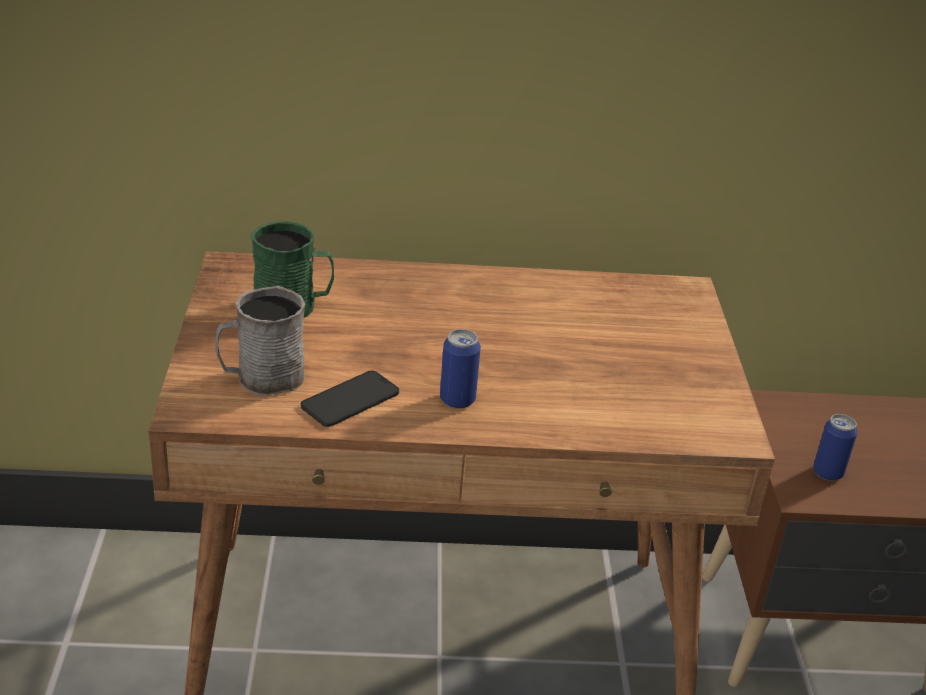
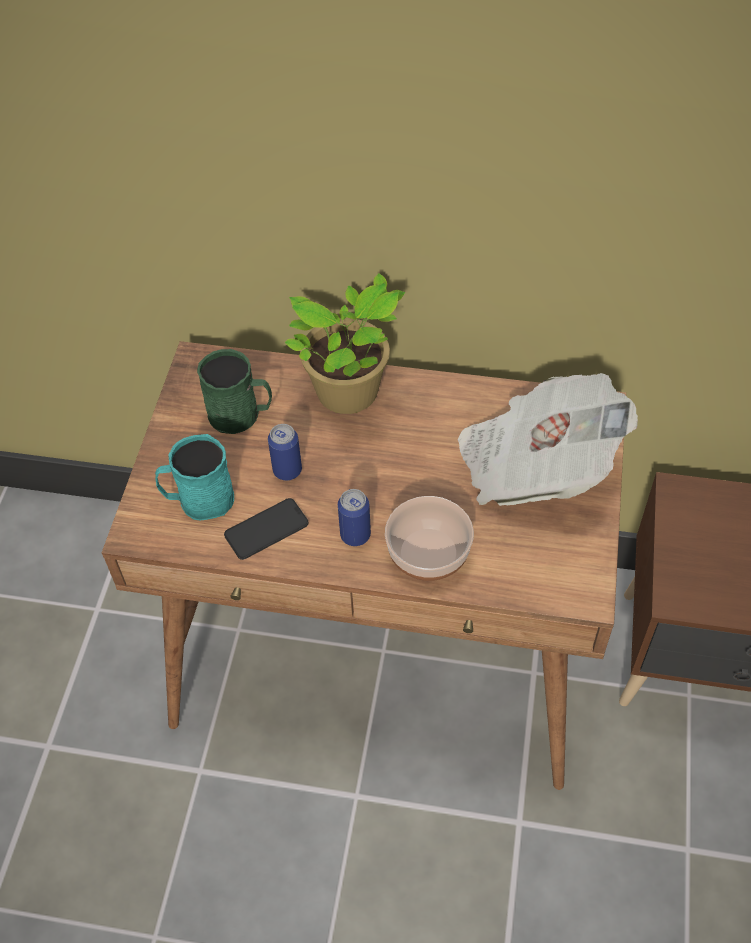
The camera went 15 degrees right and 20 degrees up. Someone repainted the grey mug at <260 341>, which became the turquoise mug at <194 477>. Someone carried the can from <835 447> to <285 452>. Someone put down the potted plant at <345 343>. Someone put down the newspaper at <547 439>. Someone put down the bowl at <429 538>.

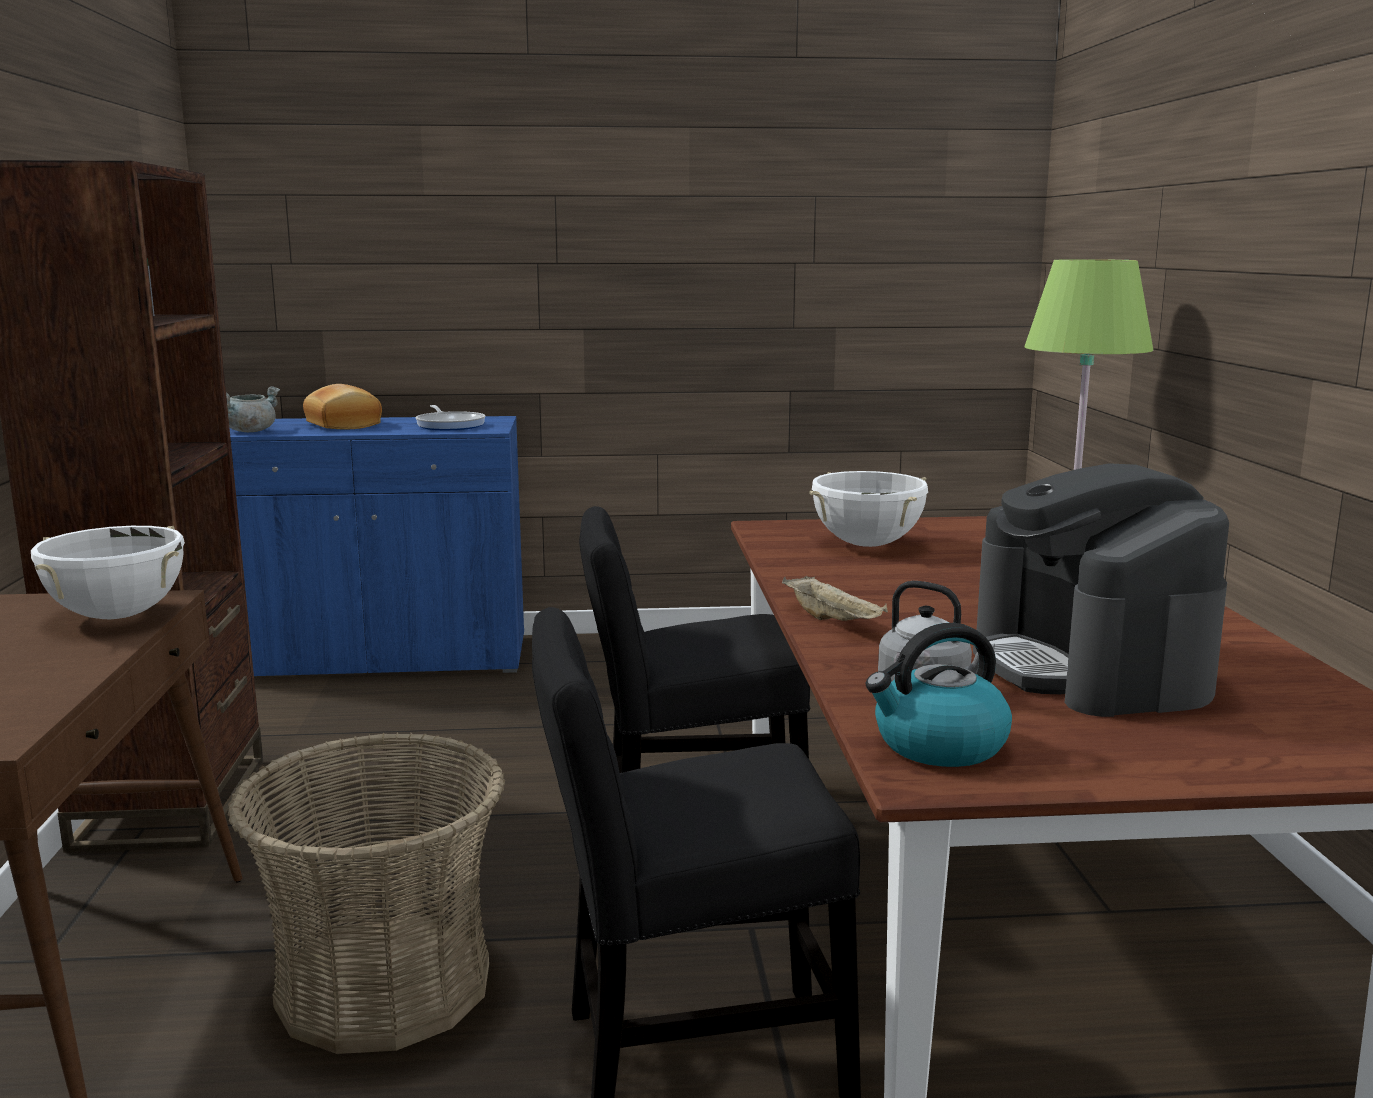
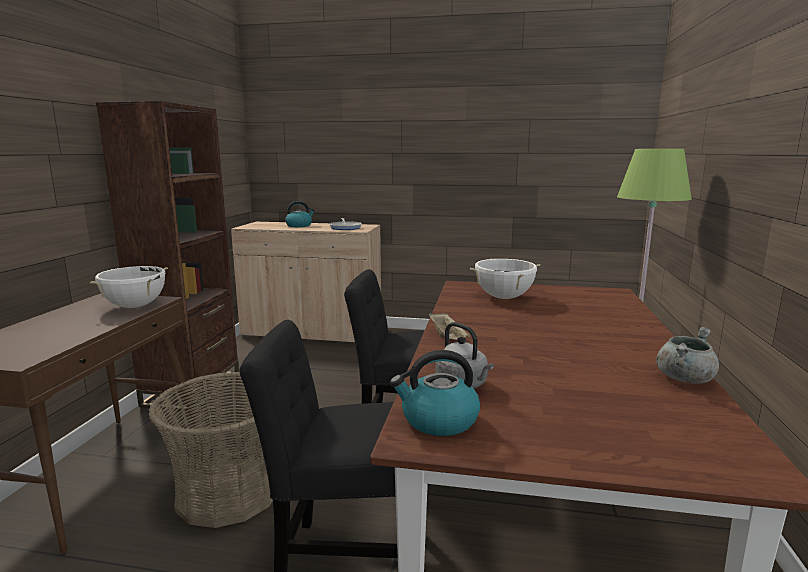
The camera went 15 degrees right and 0 degrees up. Someone swapped the bread at <342 406> for the kettle at <300 214>. Someone carried the grey cooking pot from <253 409> to <687 355>. Someone repainted the blue cabinet at <377 546>, which became the beige cabinet at <306 282>. Someone took away the coffee machine at <1101 590>.

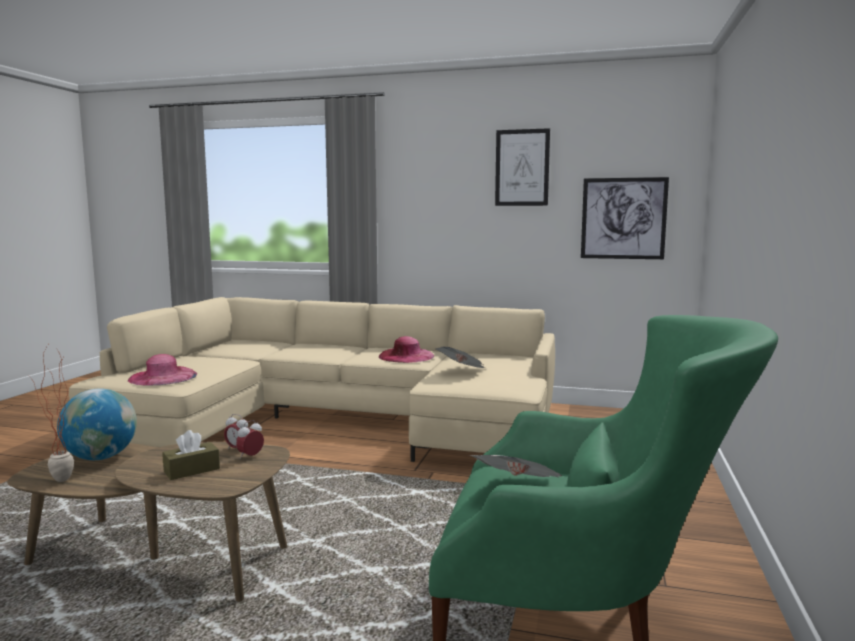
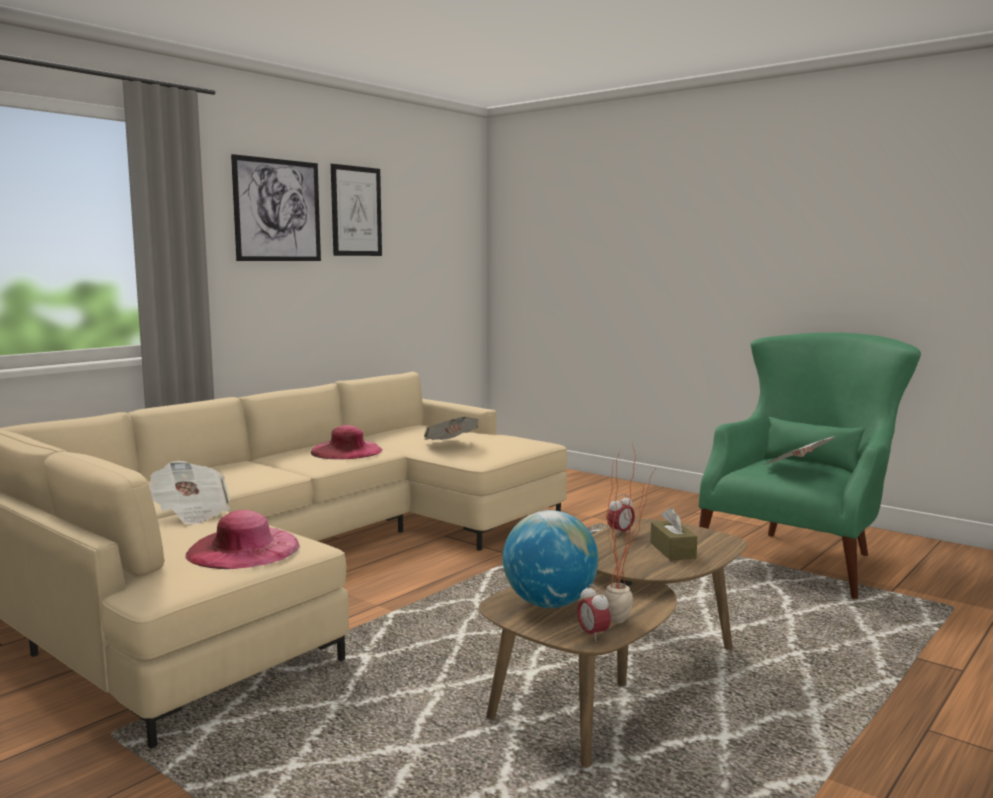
The camera went 65 degrees left and 0 degrees up. Someone carried the picture from <625 218> to <276 207>. Someone carried the alarm clock from <250 439> to <594 613>. Someone put down the newspaper at <190 493>.

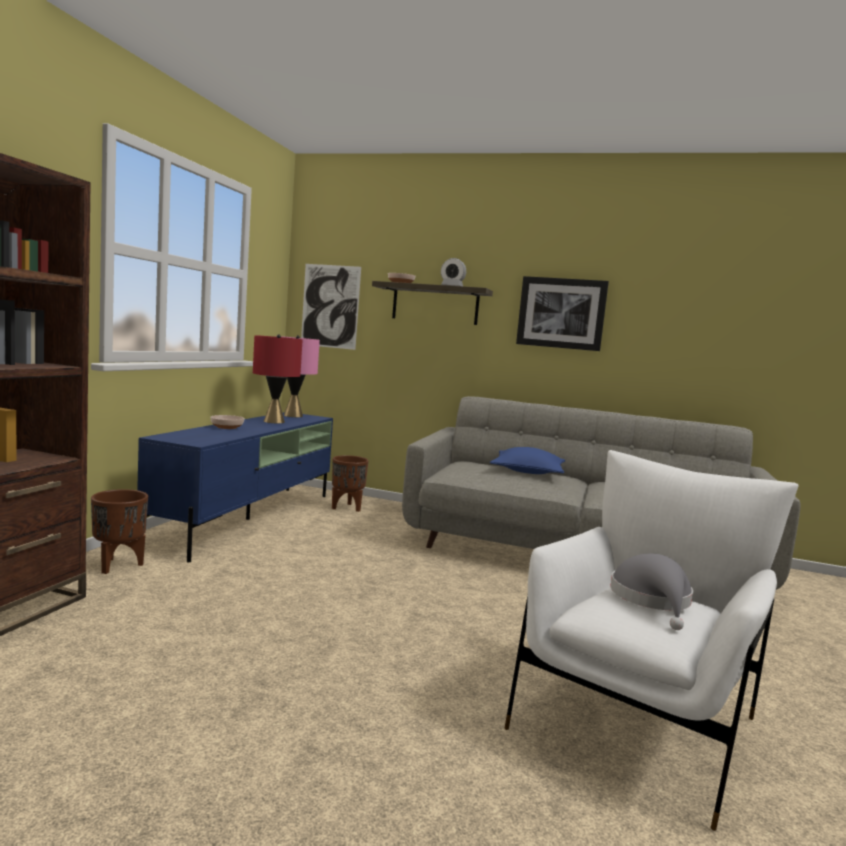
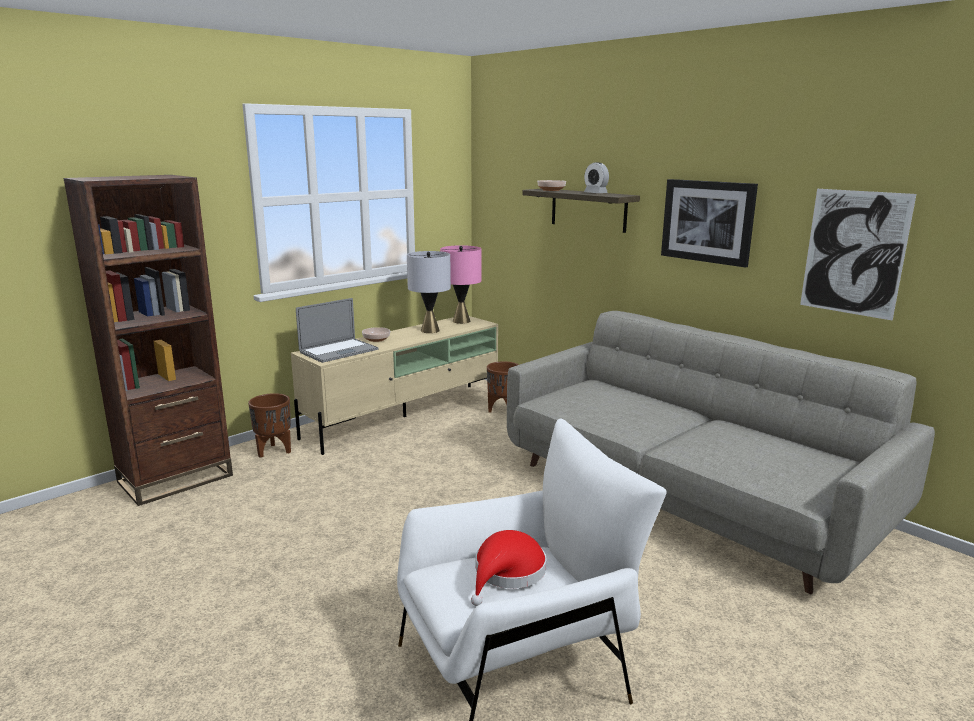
The camera went 30 degrees right and 10 degrees up. Someone carried the picture from <331 307> to <858 255>. Someone repainted the red table lamp at <278 378>, which became the grey table lamp at <429 292>. Someone repainted the blue tv stand at <235 487>, which became the beige tv stand at <394 385>. Someone took away the blue pillow at <527 460>. Someone repainted the grey hat at <651 591>, which became the red hat at <508 568>. Someone put down the laptop at <337 330>.

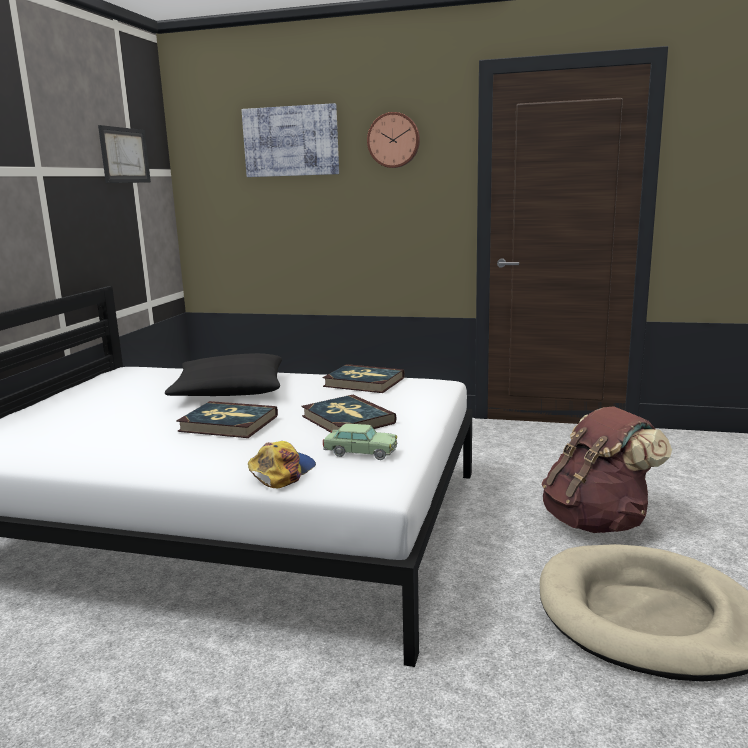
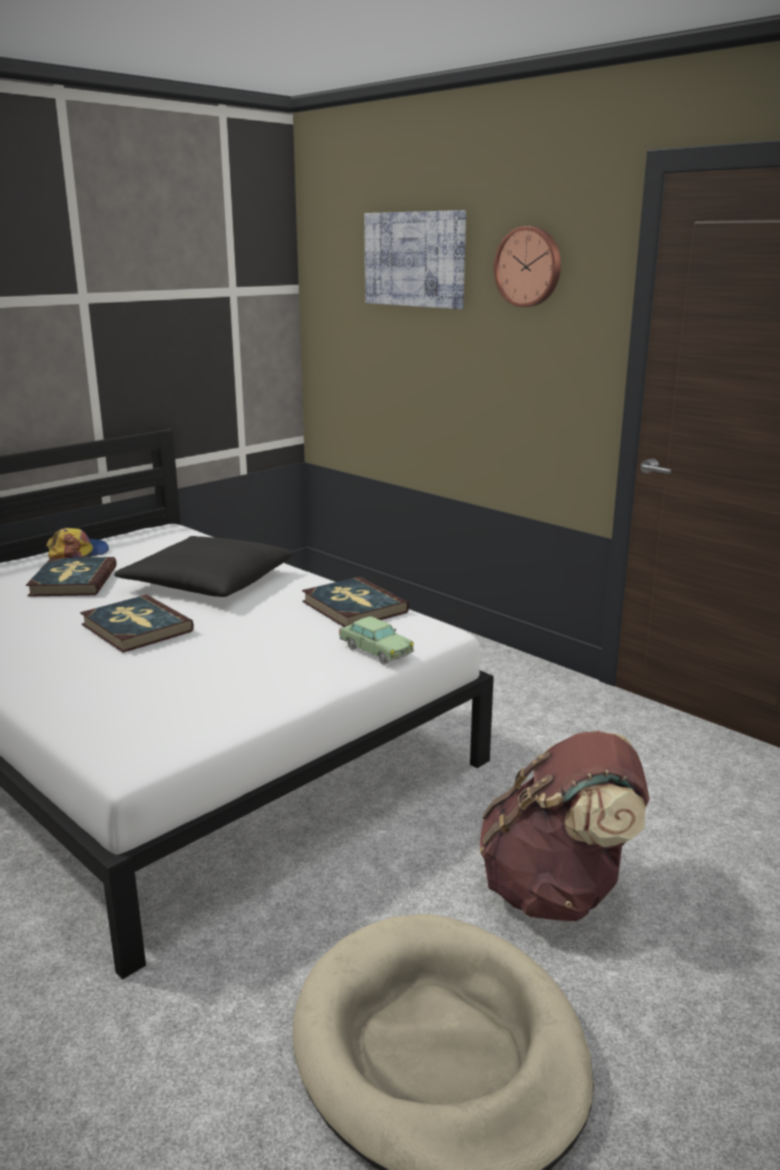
The camera went 30 degrees right and 5 degrees up. Someone took away the picture at <124 154>. Someone carried the book from <349 414> to <71 577>. Someone carried the toy car from <360 441> to <376 640>. Someone carried the cap from <282 464> to <77 543>.

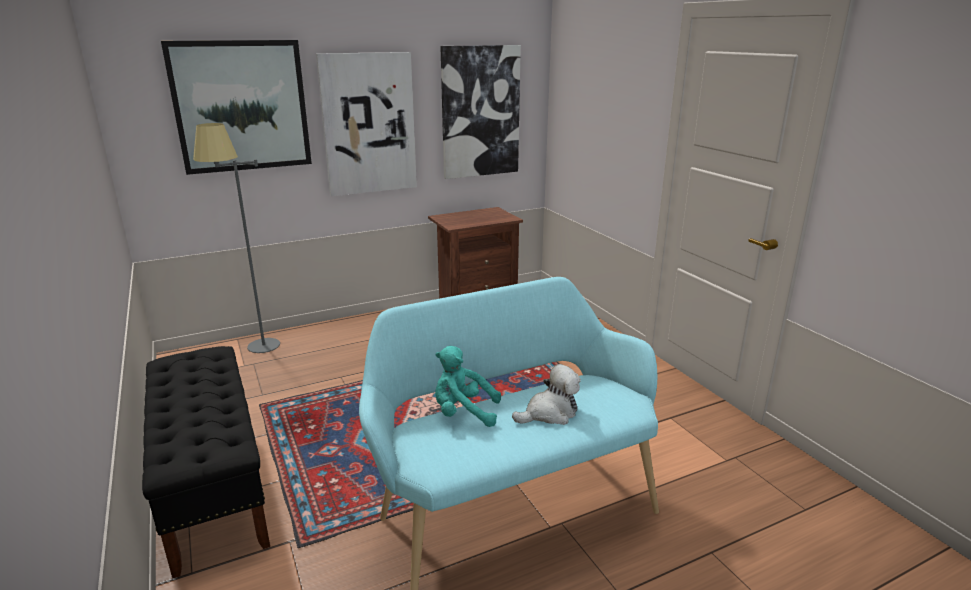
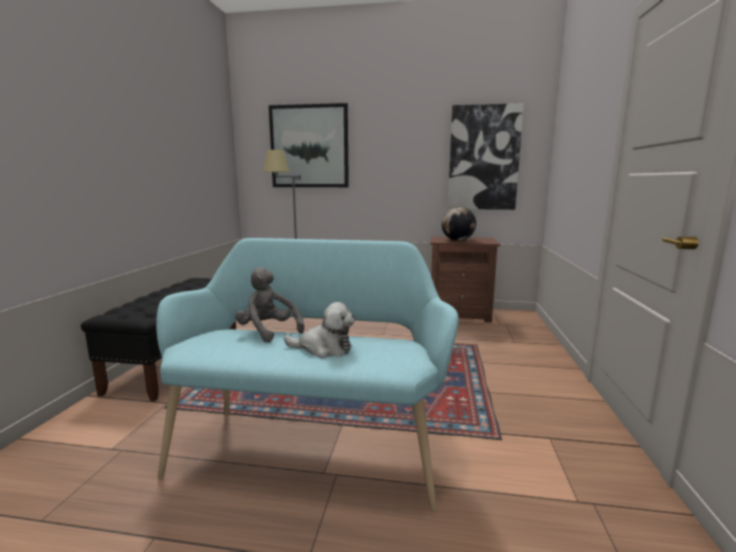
The camera went 35 degrees right and 10 degrees down. Someone took away the picture at <366 124>. Someone repainted the turquoise plush toy at <468 386>, which became the grey plush toy at <269 305>. Someone put down the globe at <458 224>.

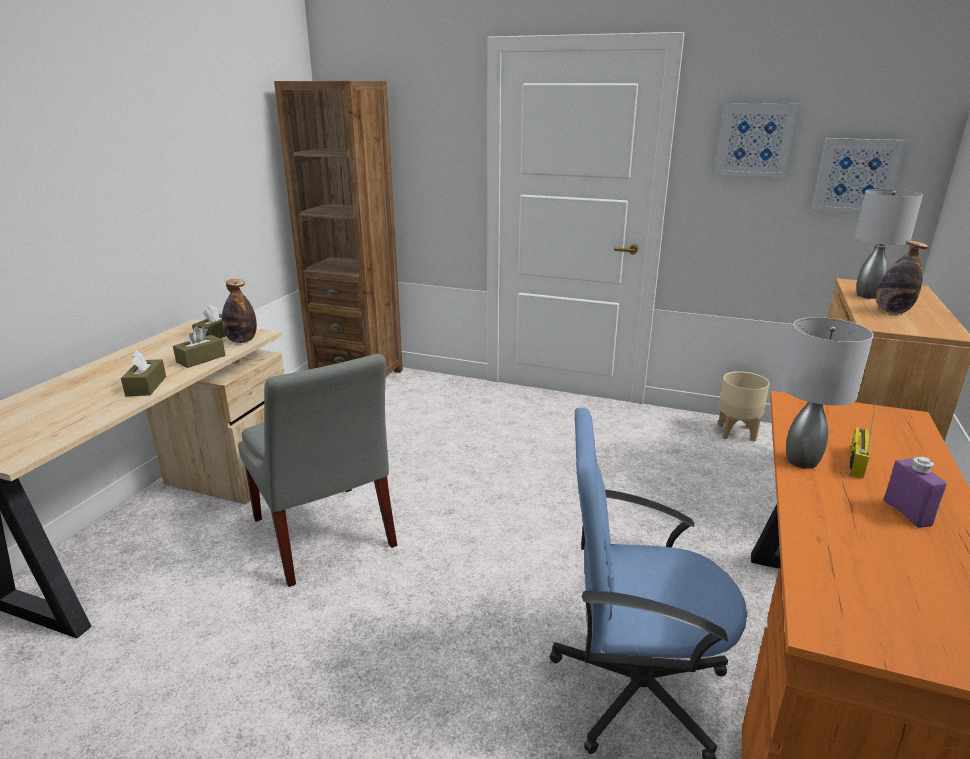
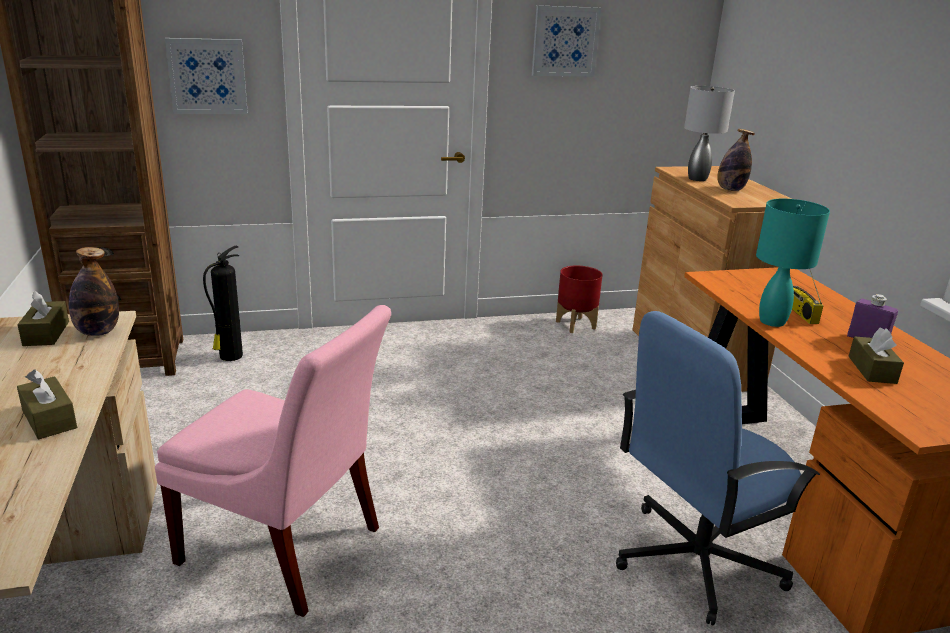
The camera went 35 degrees left and 0 degrees up. Someone carried the picture from <859 175> to <206 76>. Someone repainted the grey table lamp at <827 393>, which became the turquoise table lamp at <793 263>. Someone carried the brown tissue box from <199 347> to <876 356>. Someone repainted the grey chair at <317 470>, which became the pink chair at <273 461>. Someone repainted the beige planter at <744 406>, which became the red planter at <579 299>. Someone put down the fire extinguisher at <223 303>.

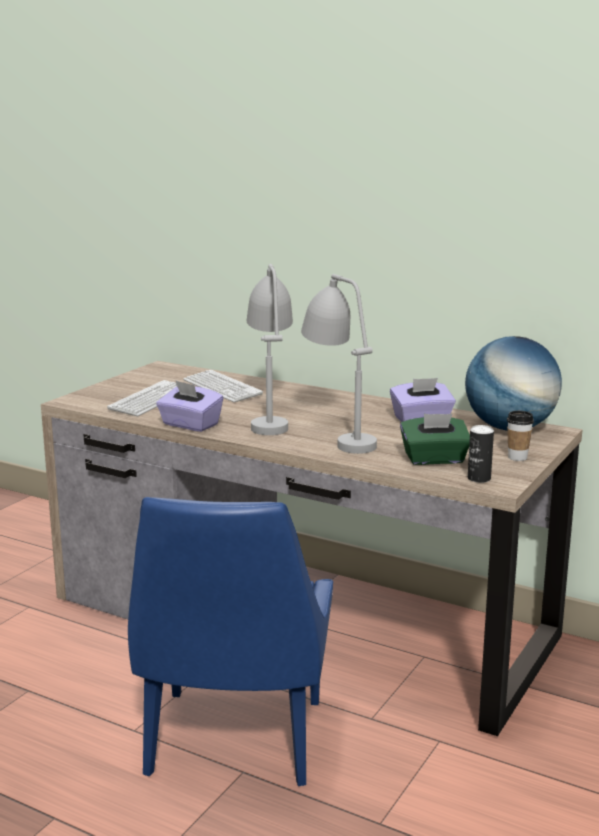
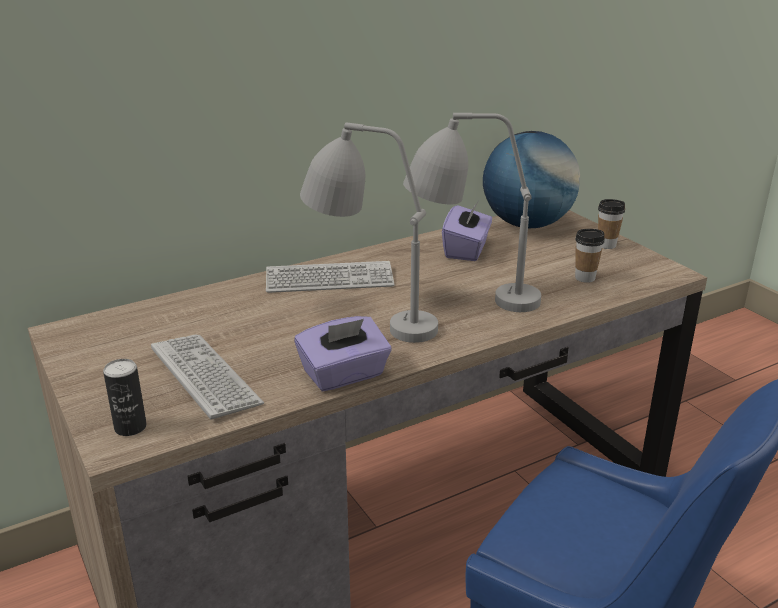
The camera went 60 degrees left and 10 degrees up. Someone carried the keyboard from <223 386> to <330 277>. Someone swapped the green tissue box at <435 439> for the cup at <590 256>. Someone carried the can from <481 454> to <125 397>.

